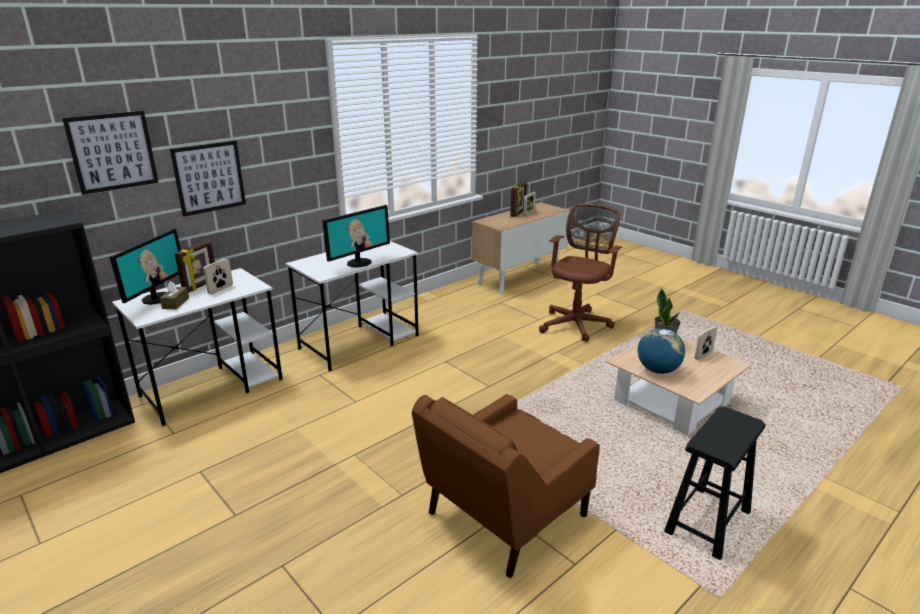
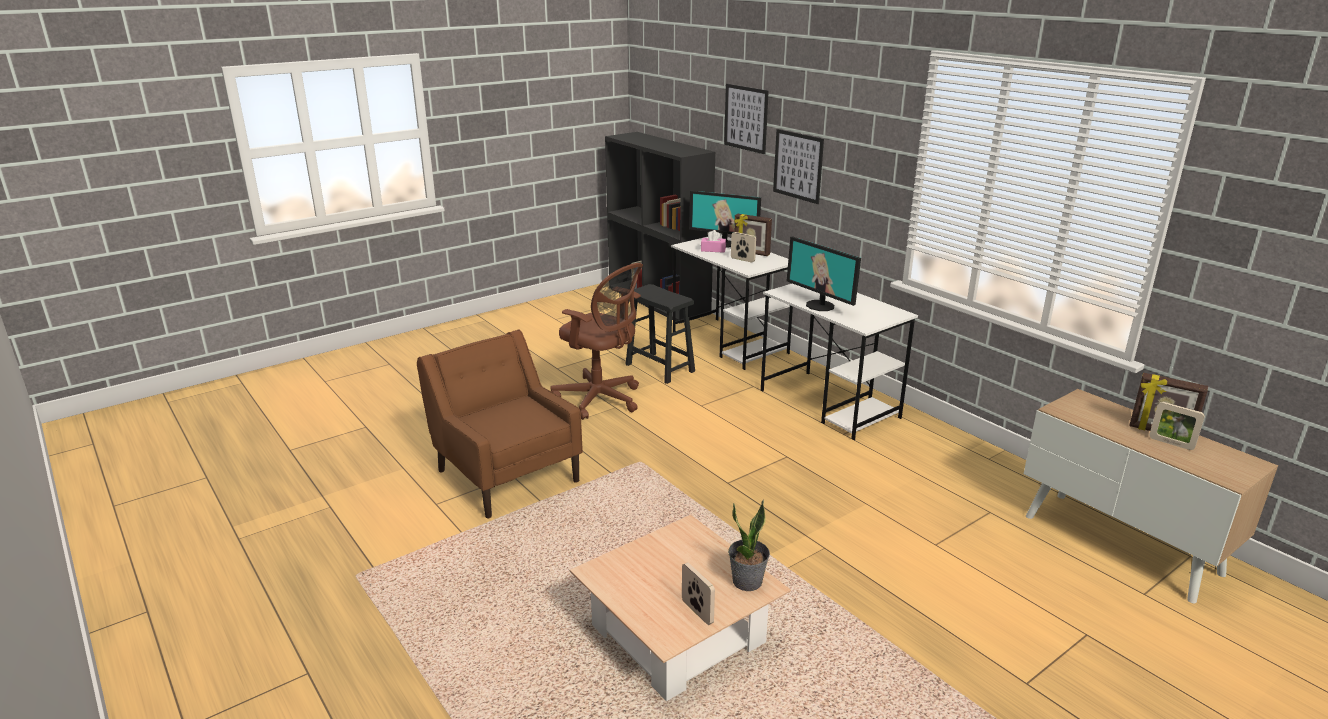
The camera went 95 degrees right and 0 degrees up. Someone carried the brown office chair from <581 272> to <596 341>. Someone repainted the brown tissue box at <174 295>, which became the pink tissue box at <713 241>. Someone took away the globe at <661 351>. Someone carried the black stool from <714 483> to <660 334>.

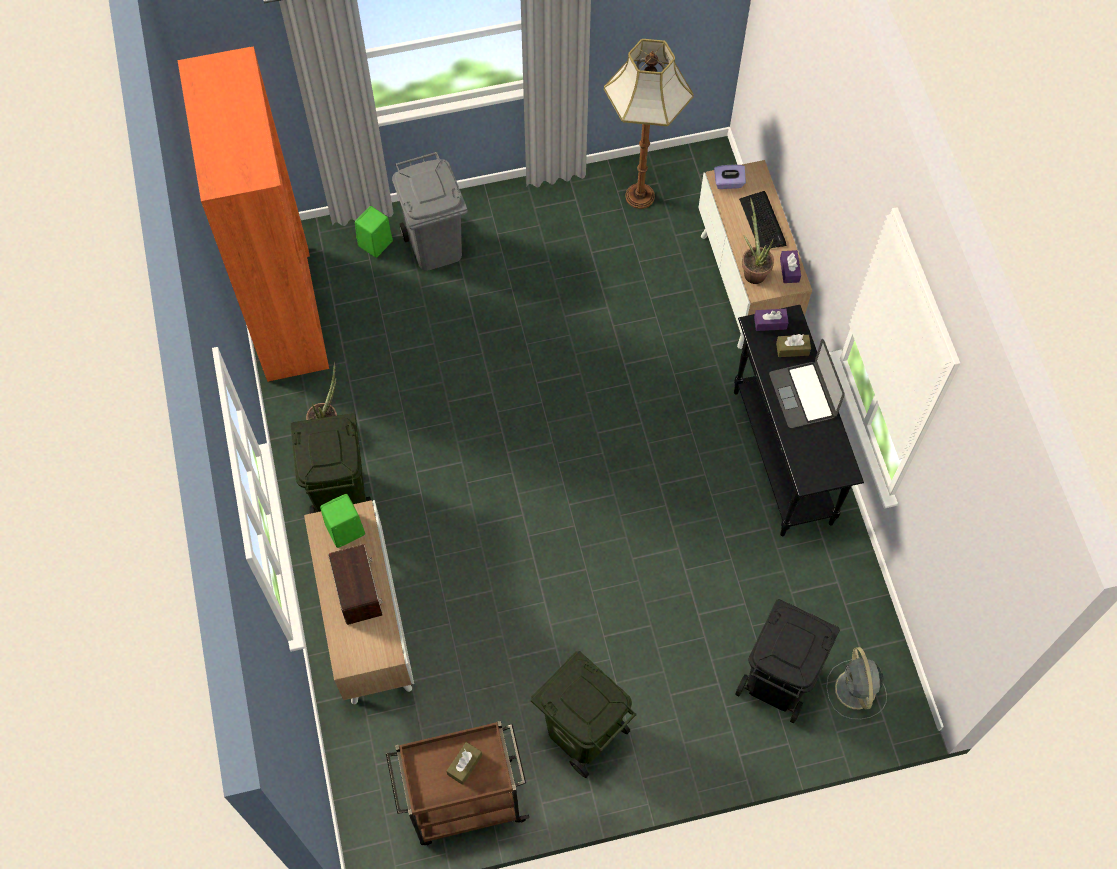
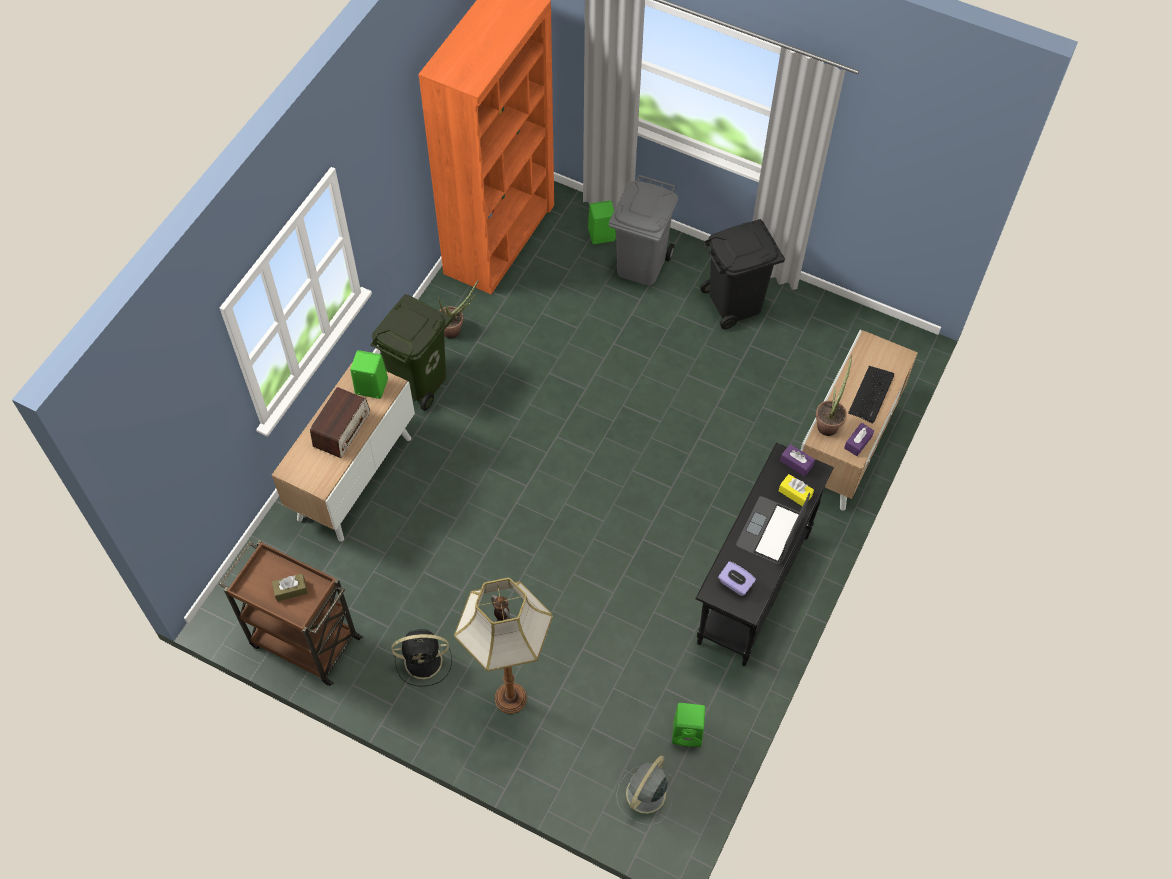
The camera went 40 degrees right and 5 degrees down. Someone carried the floor lamp from <649 124> to <503 646>. Someone carried the purple tissue box from <730 177> to <737 578>. Someone repainted the brown tissue box at <793 345>, which became the yellow tissue box at <796 490>. Someone carried the black trash can from <787 661> to <742 274>. Someone swapped the green trash can at <583 714> for the black fan at <421 657>. Someone put down the green speaker at <688 725>.

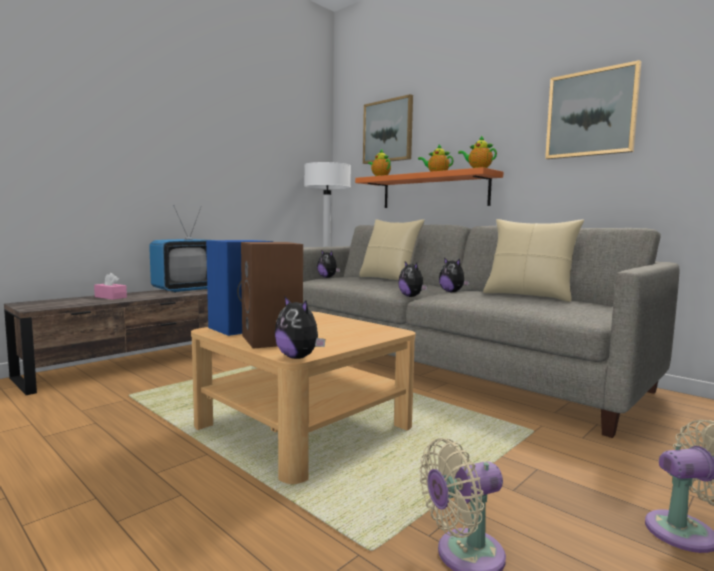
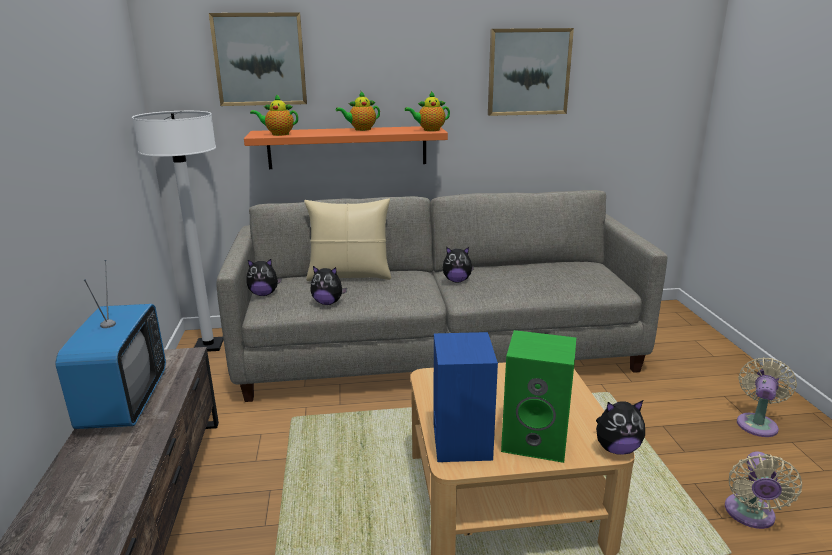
The camera went 50 degrees left and 15 degrees up. Someone took away the beige pillow at <533 260>. Someone repainted the brown speaker at <272 295>, which became the green speaker at <538 396>. Someone carried the plush toy from <412 279> to <328 285>. Someone took away the pink tissue box at <110 286>.

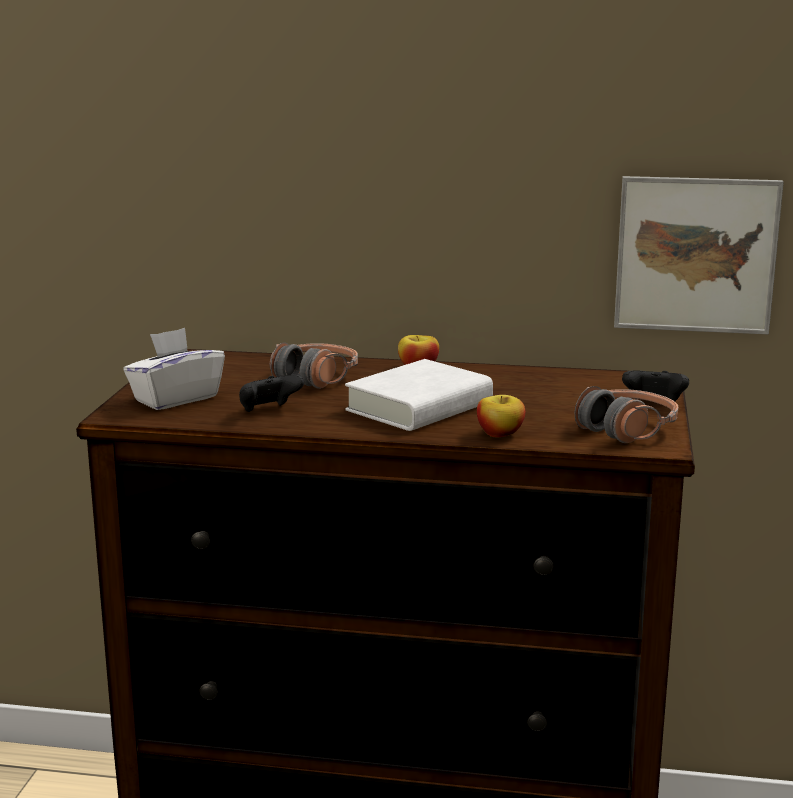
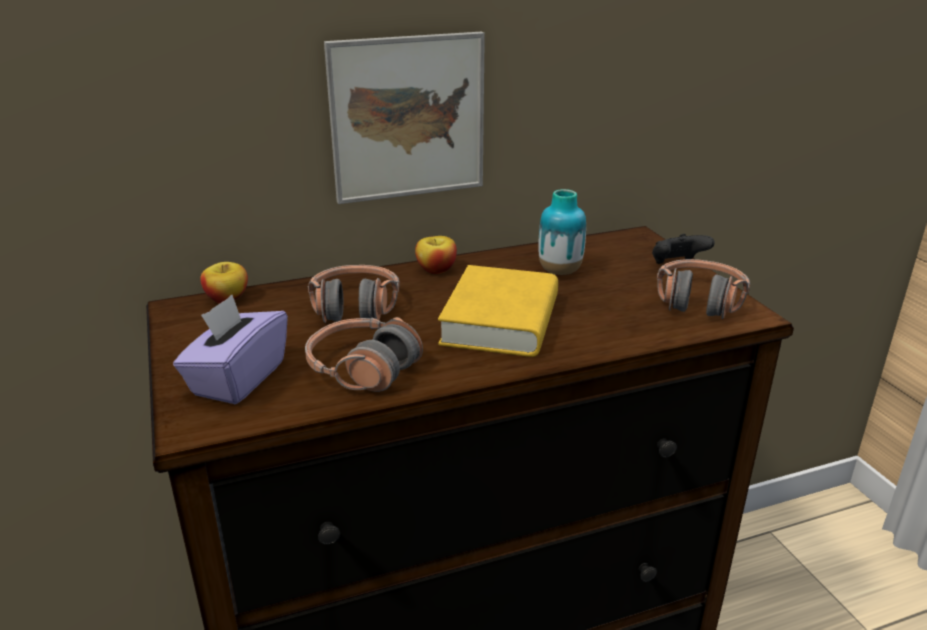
The camera went 30 degrees left and 10 degrees up. Someone carried the picture from <699 255> to <404 118>. Someone repainted the white tissue box at <174 369>, which became the purple tissue box at <230 349>. Someone repainted the white book at <419 395>, which became the yellow book at <498 311>. Someone swapped the black game controller at <271 393> for the headphones at <364 354>. Someone carried the apple from <501 416> to <224 283>. Someone put down the vase at <562 232>.

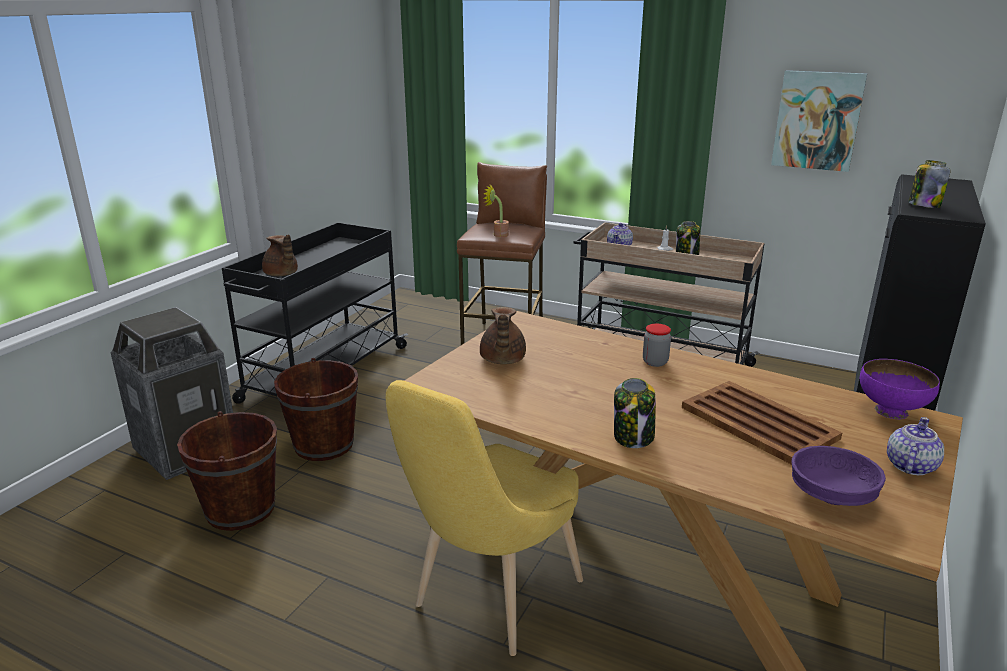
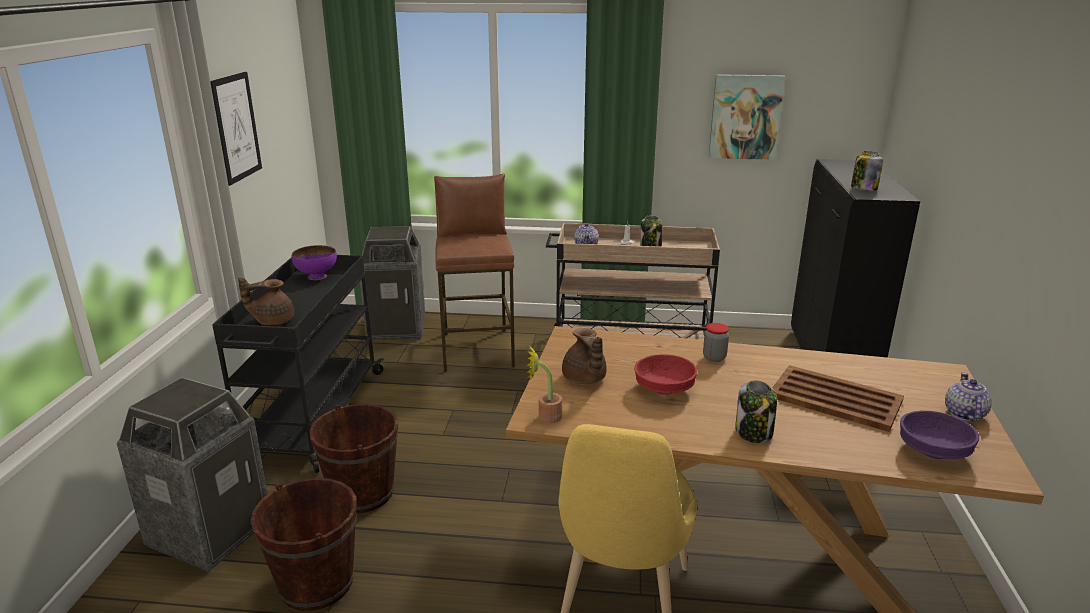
The camera went 20 degrees left and 0 degrees up. Someone carried the potted plant from <496 210> to <544 383>. Someone rotated the brown teapot at <280 255> by 135 degrees clockwise. Someone carried the purple bowl from <900 389> to <314 262>. Someone put up the picture at <236 129>. Someone put down the trash can at <392 283>. Someone put down the red bowl at <665 374>.

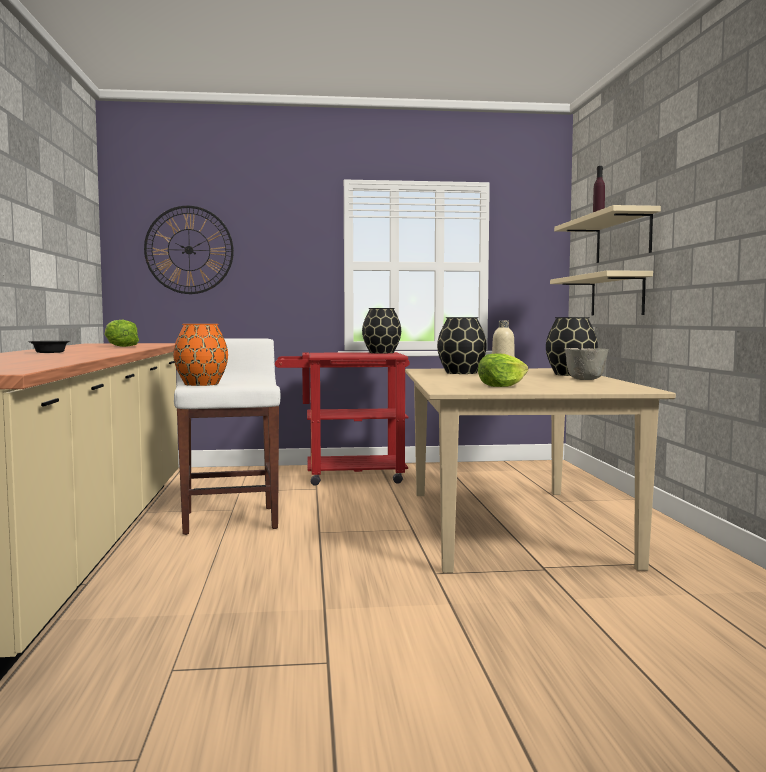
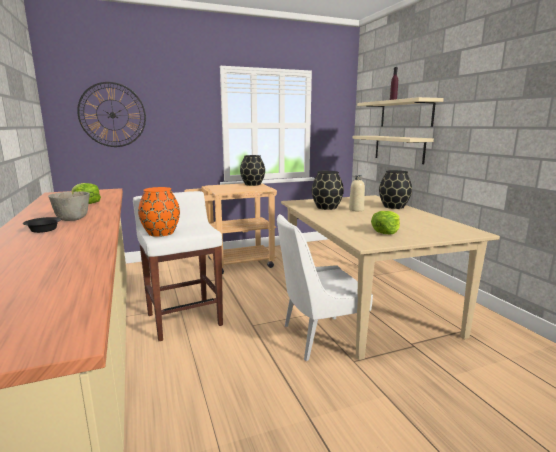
The camera went 15 degrees left and 10 degrees up. Someone carried the grey bowl from <587 364> to <69 206>. Someone repainted the red cart at <342 419>, which became the beige cart at <230 228>. Someone put down the white chair at <325 287>.

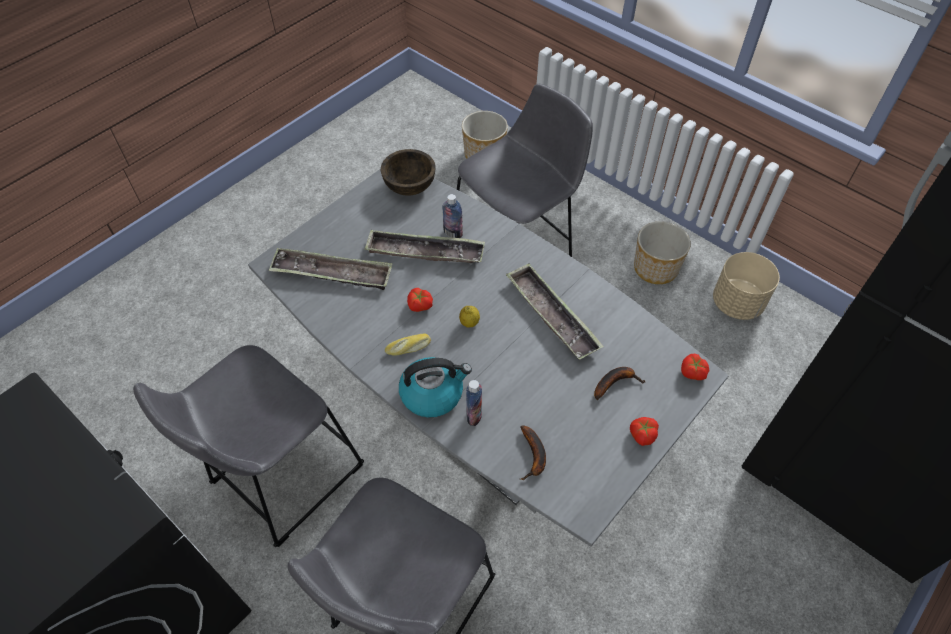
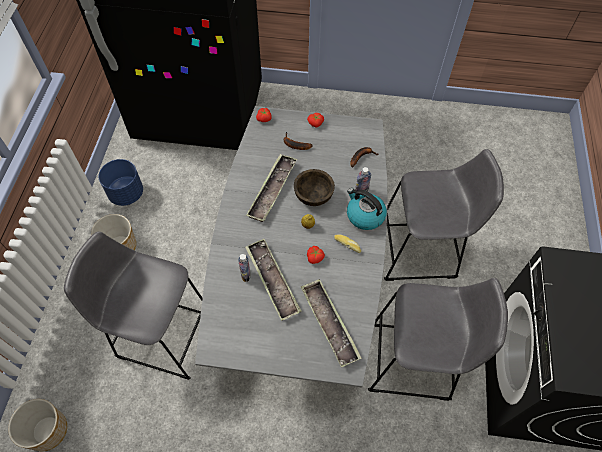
The camera went 125 degrees left and 5 degrees up. Someone carried the brown bowl from <408 172> to <314 187>. Someone repainted the beige planter at <746 286>, which became the blue planter at <120 182>.

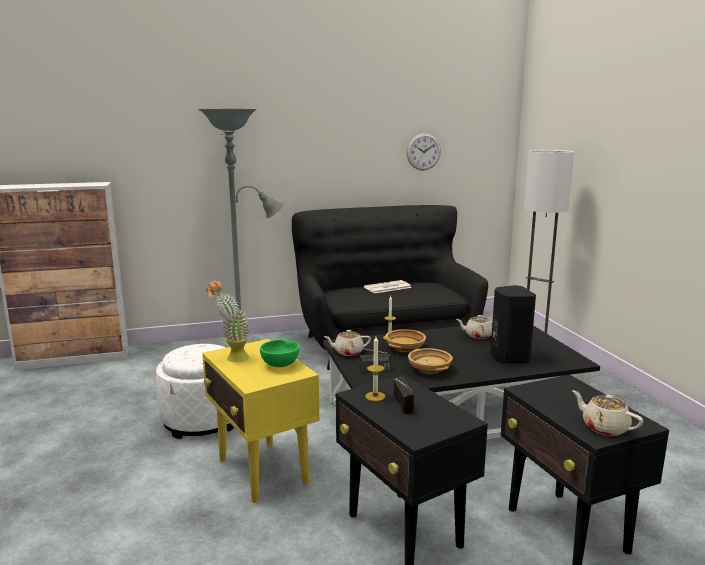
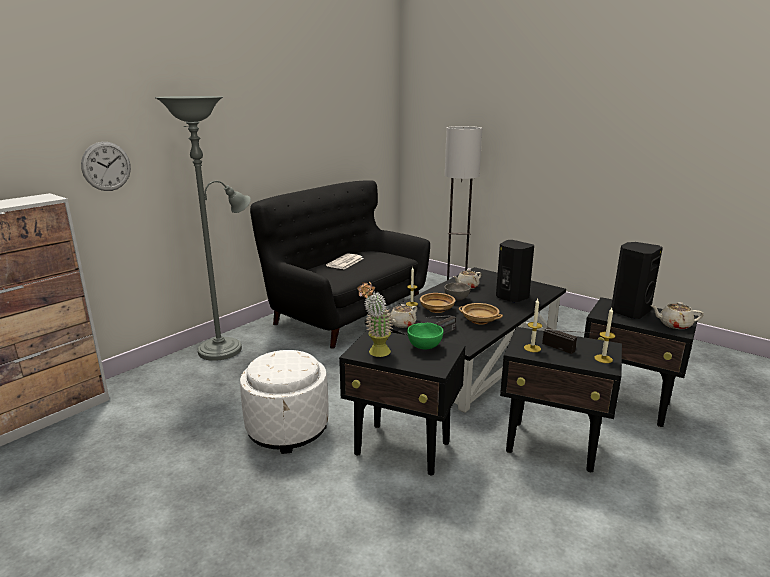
The camera went 35 degrees left and 5 degrees up. Someone carried the wall clock from <424 152> to <106 166>. Someone repainted the yellow side table at <261 421>, which became the black side table at <402 402>. Someone put down the black speaker at <637 280>. Someone put down the grey bowl at <457 292>. Someone put down the candle at <604 335>.

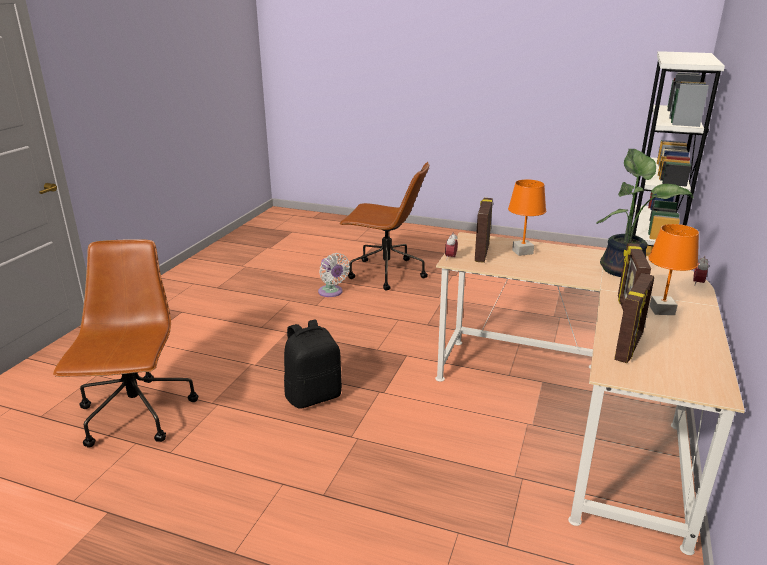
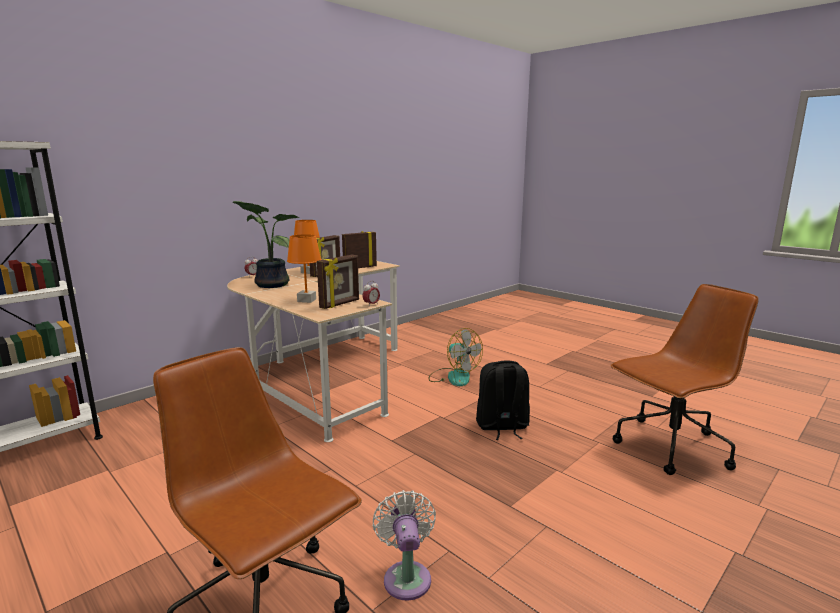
The camera went 155 degrees left and 10 degrees down. Someone rotated the brown office chair at <126 343> by 135 degrees counterclockwise. Someone put down the fan at <455 357>.

